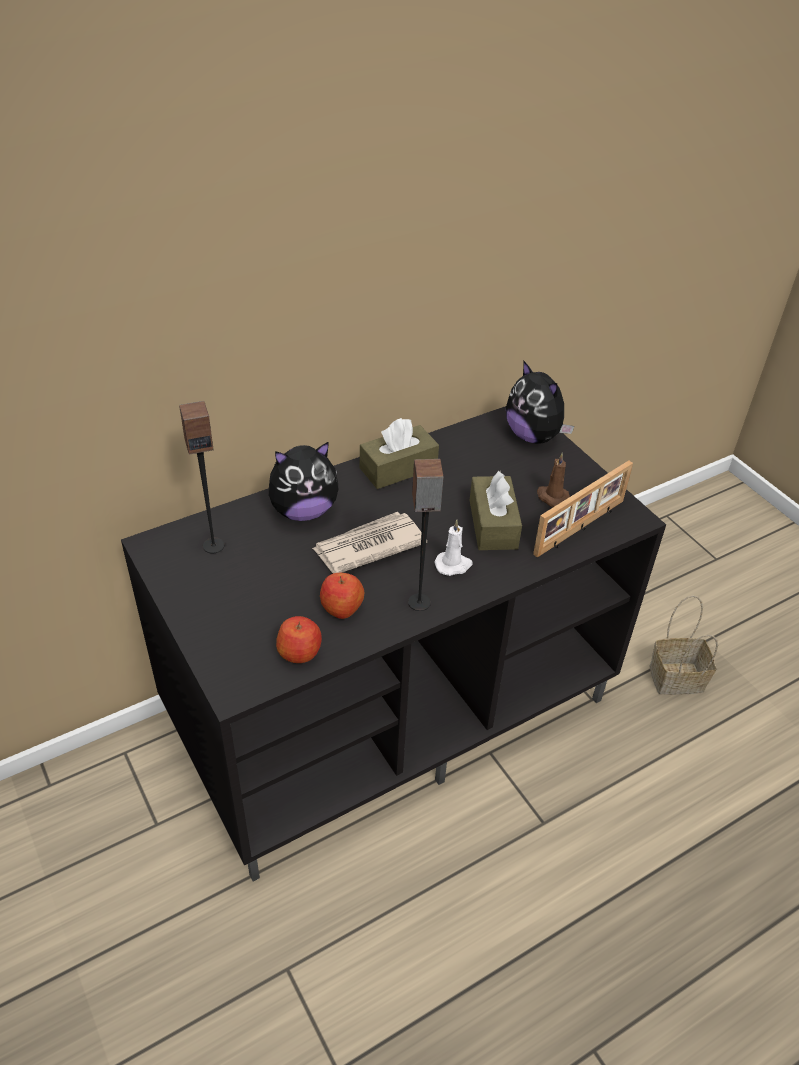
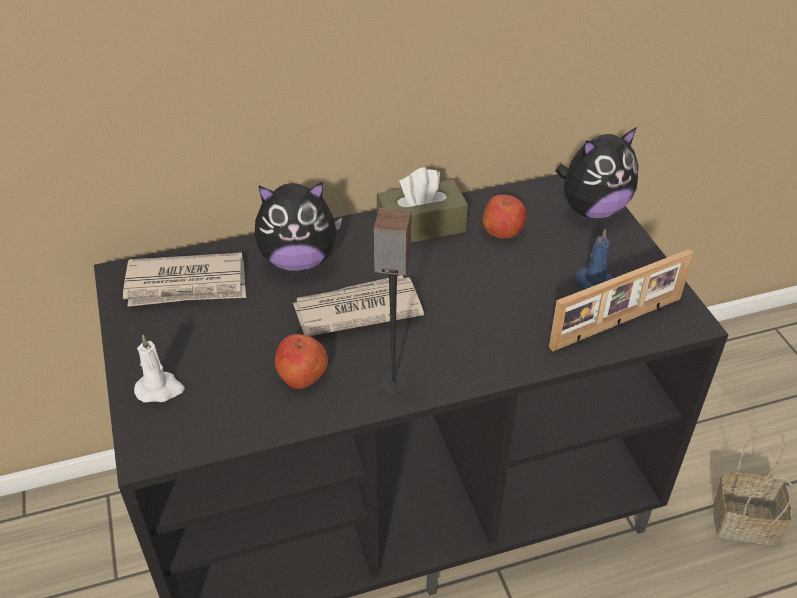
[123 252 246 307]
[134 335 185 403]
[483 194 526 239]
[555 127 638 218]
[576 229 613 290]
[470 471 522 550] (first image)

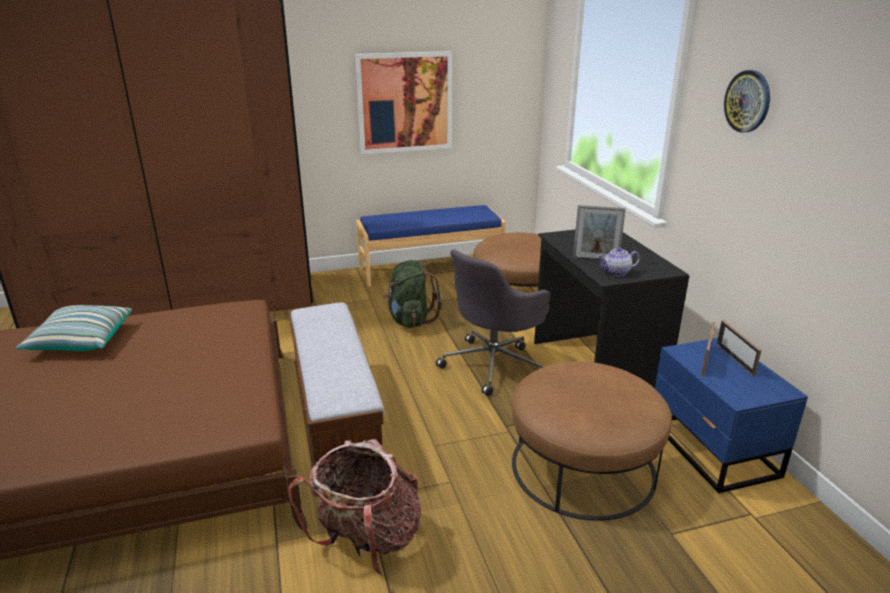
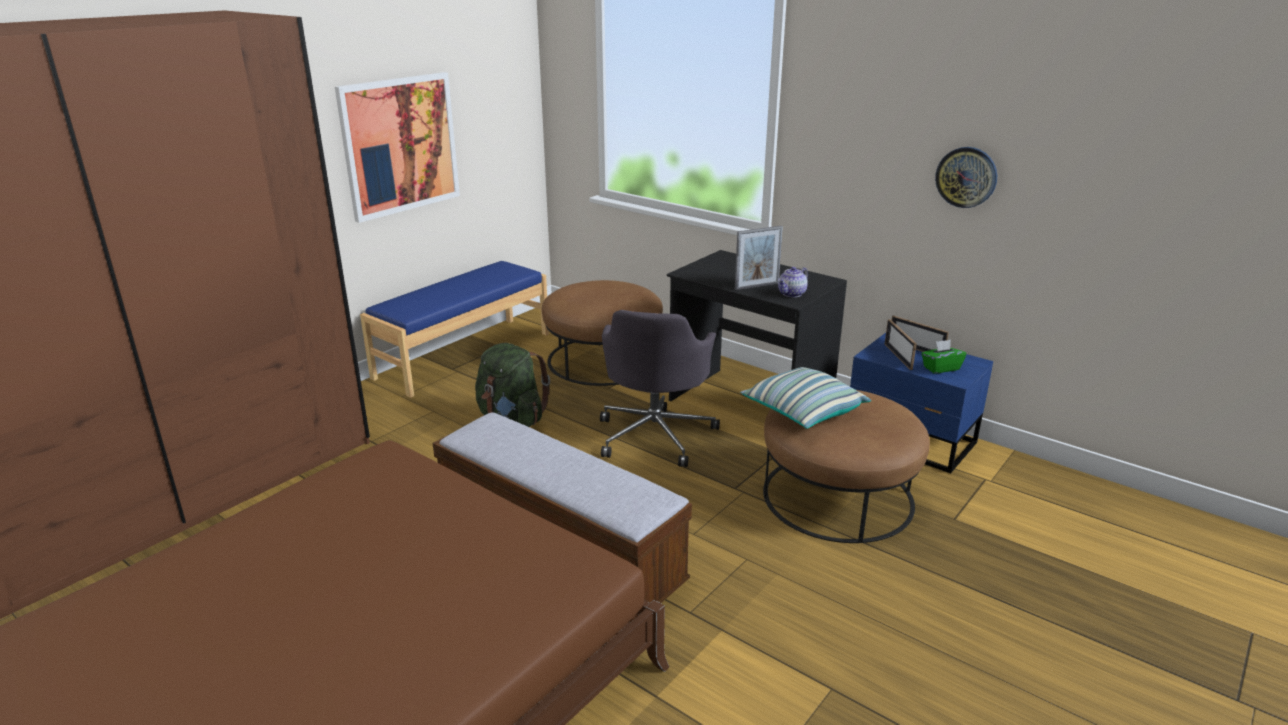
[740 367 871 429]
[921 340 967 374]
[935 147 997 208]
[288 439 421 575] (first image)

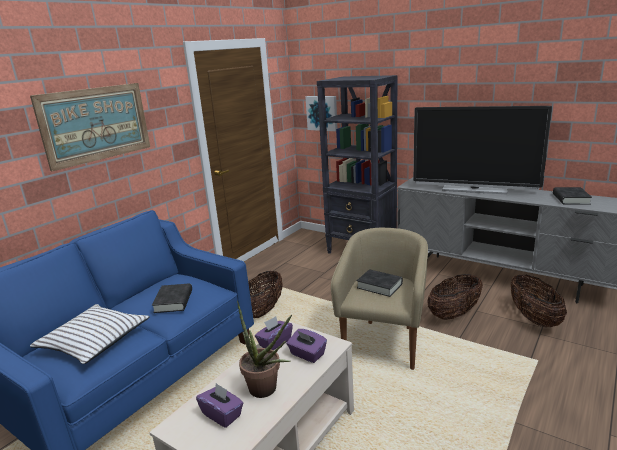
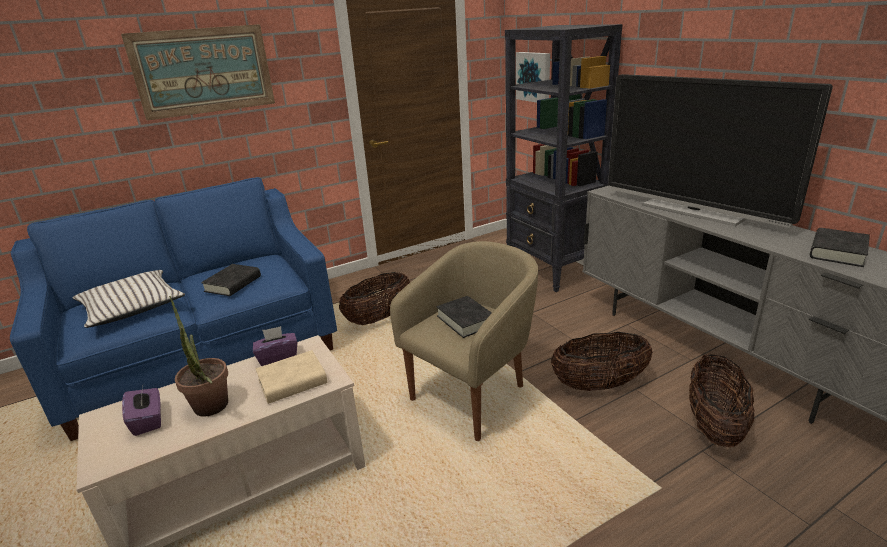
[256 350 327 404]

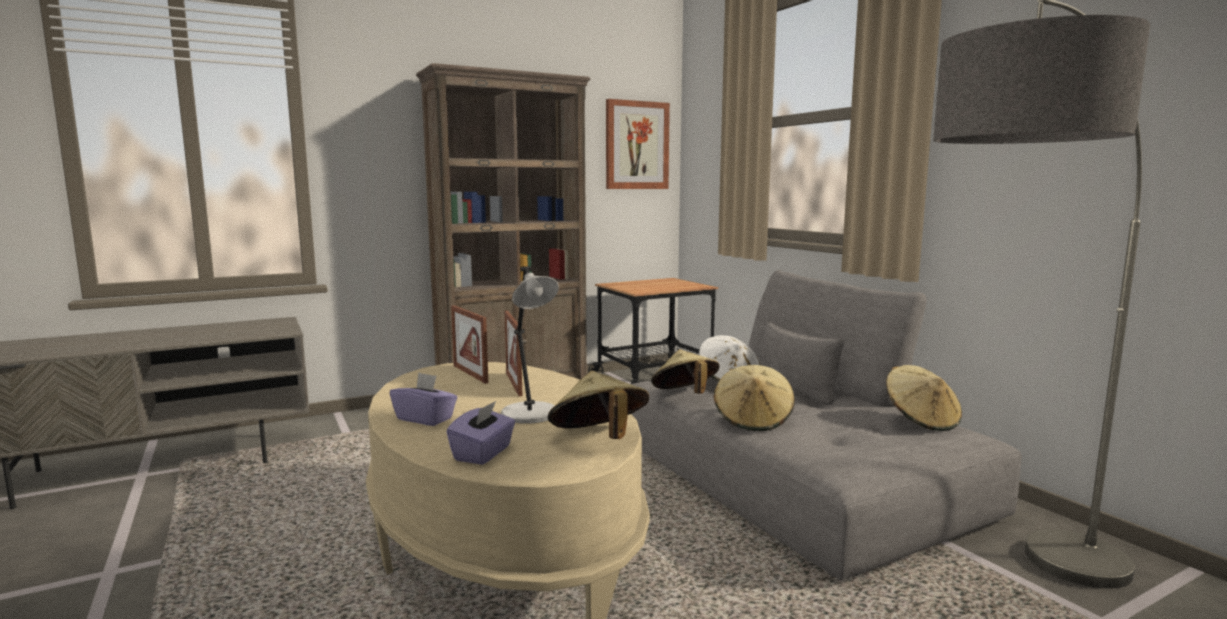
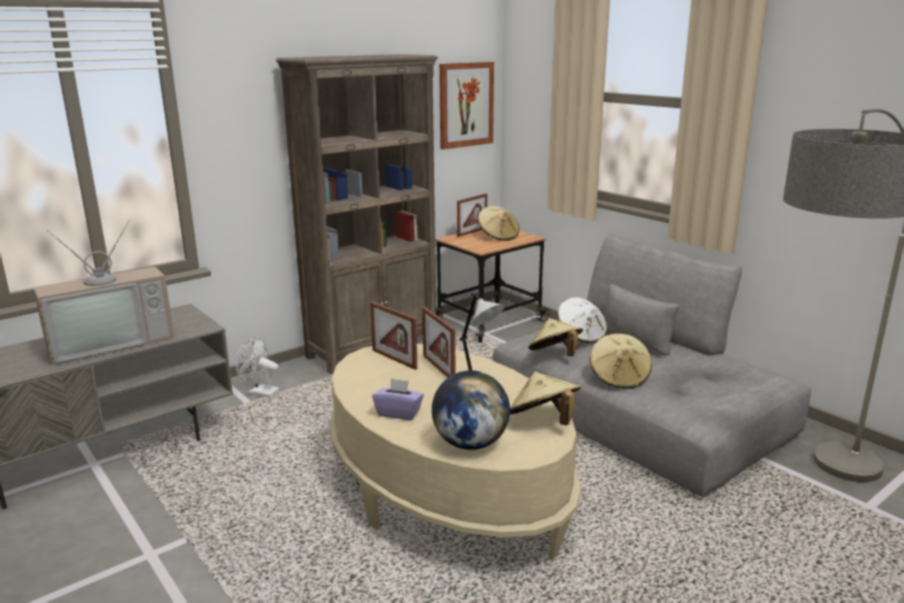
[33 219 175 365]
[235 337 279 397]
[432 370 510 450]
[457 194 487 237]
[478 206 519 241]

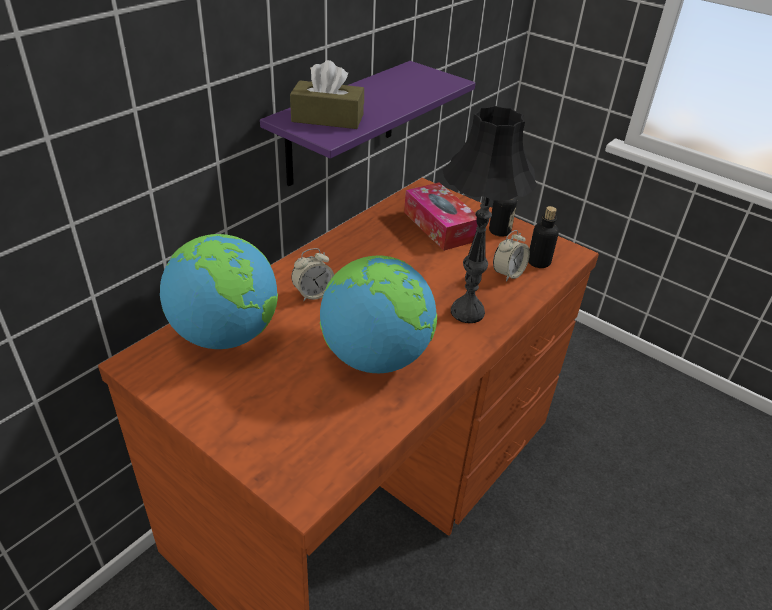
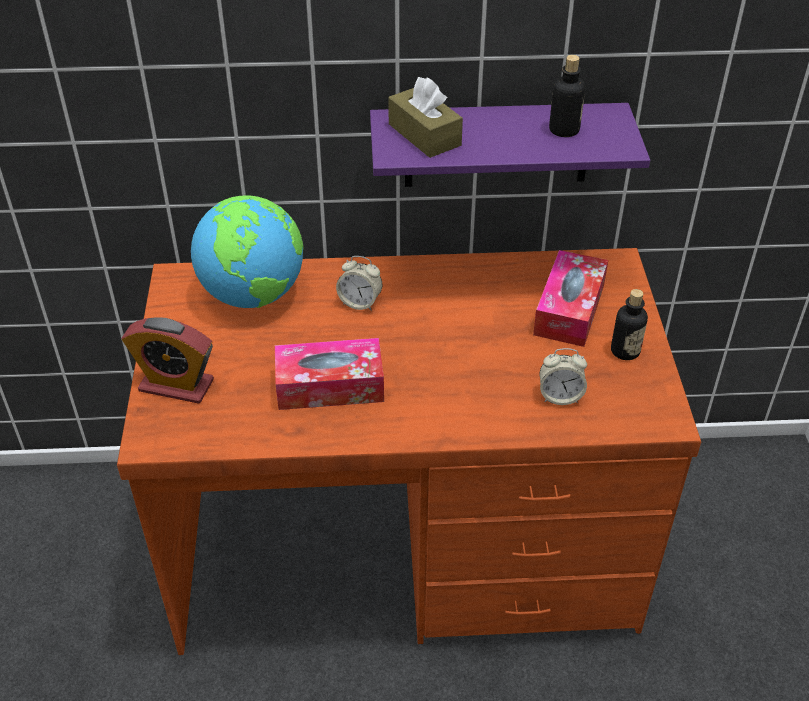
[121 317 214 404]
[275 338 384 410]
[549 55 585 137]
[442 106 537 323] (first image)

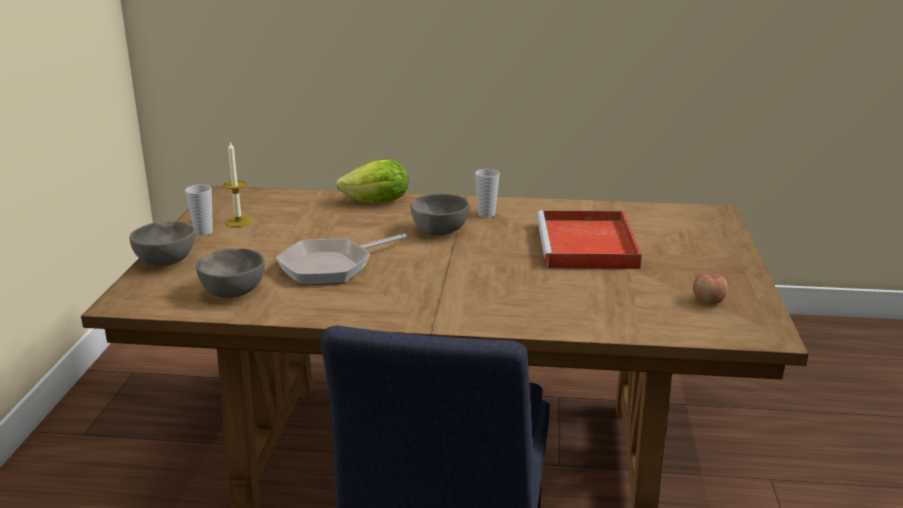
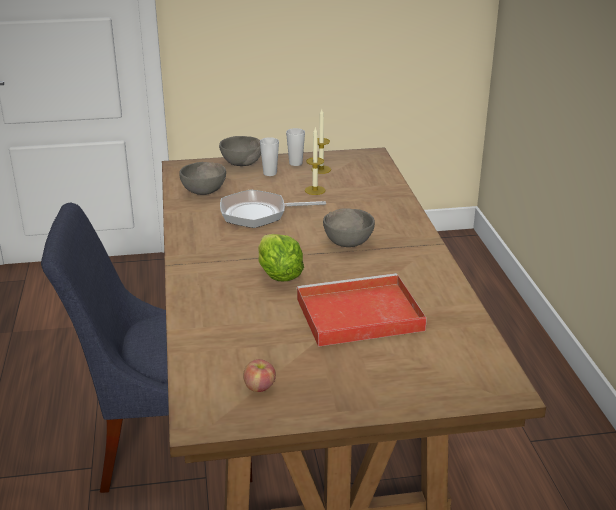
[220 189 326 228]
[258 234 304 281]
[260 137 279 176]
[305 126 325 195]

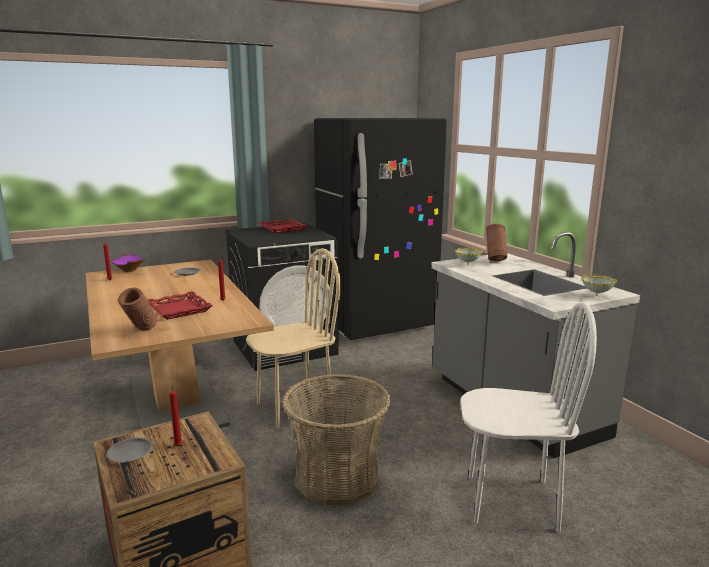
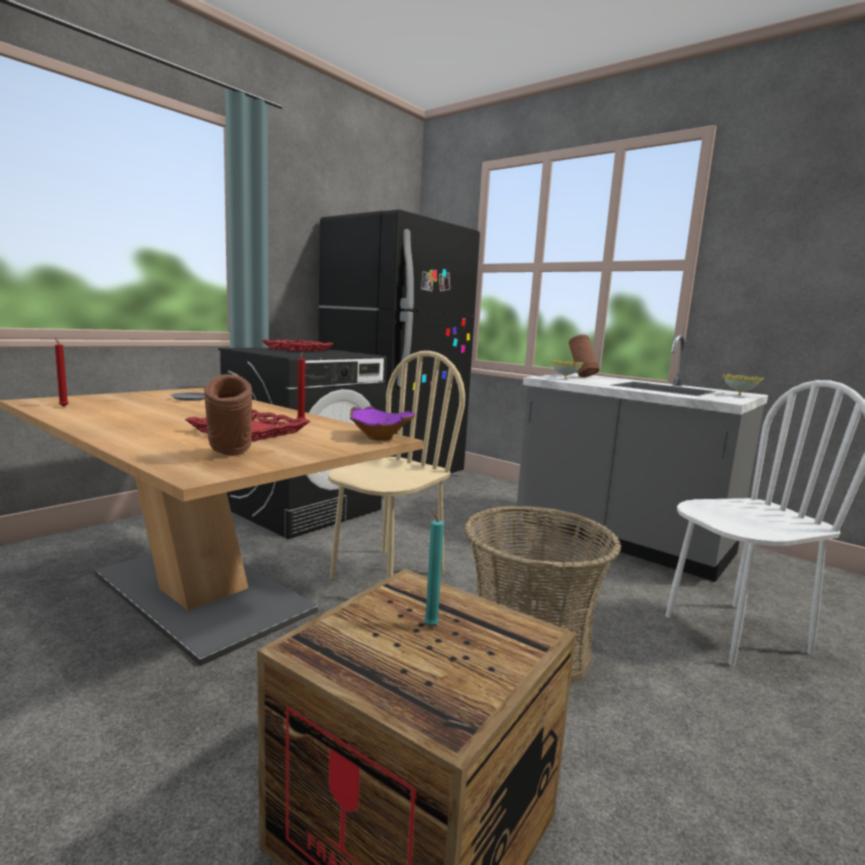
[350 406 415 441]
[424 507 444 626]
[106 437 153 463] (first image)

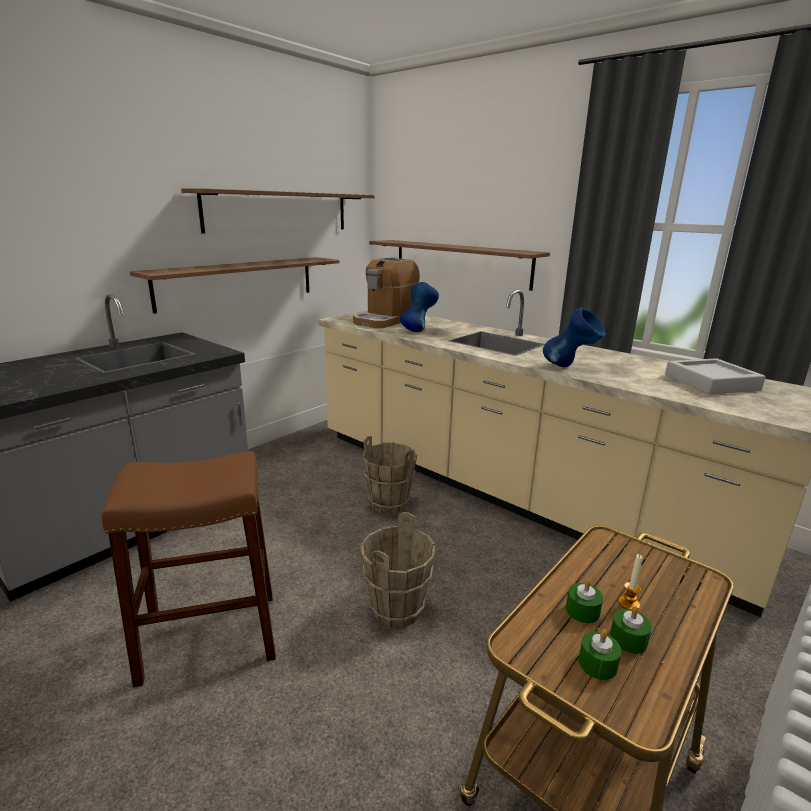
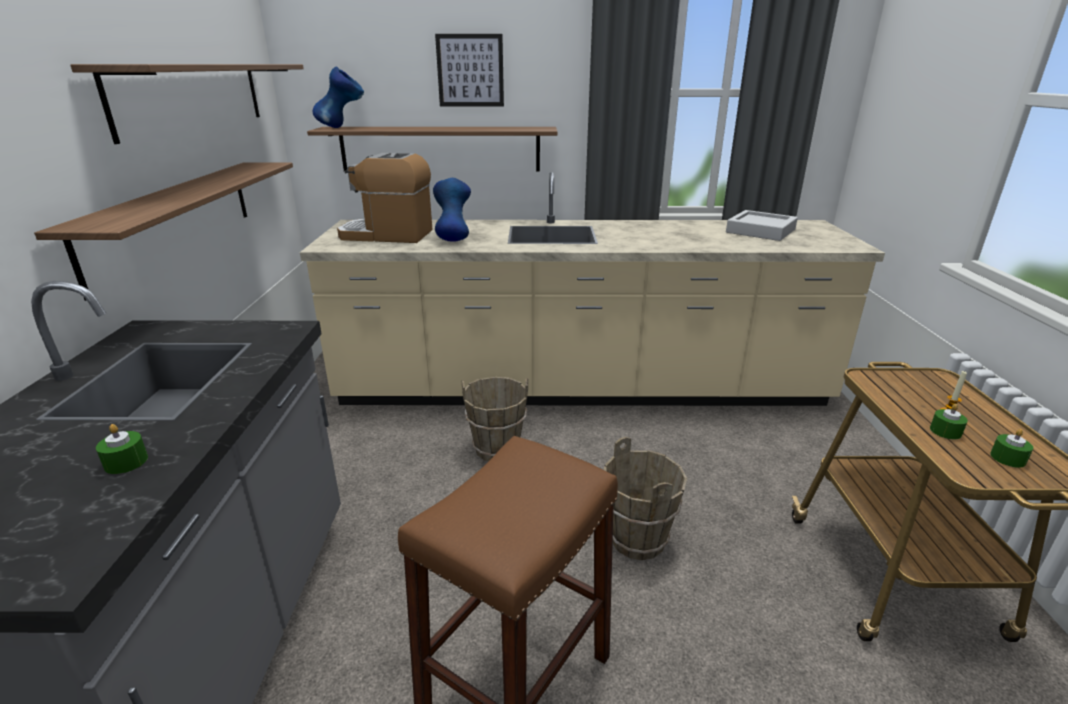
[96 424 148 474]
[313 67 364 128]
[337 153 433 243]
[435 34 504 107]

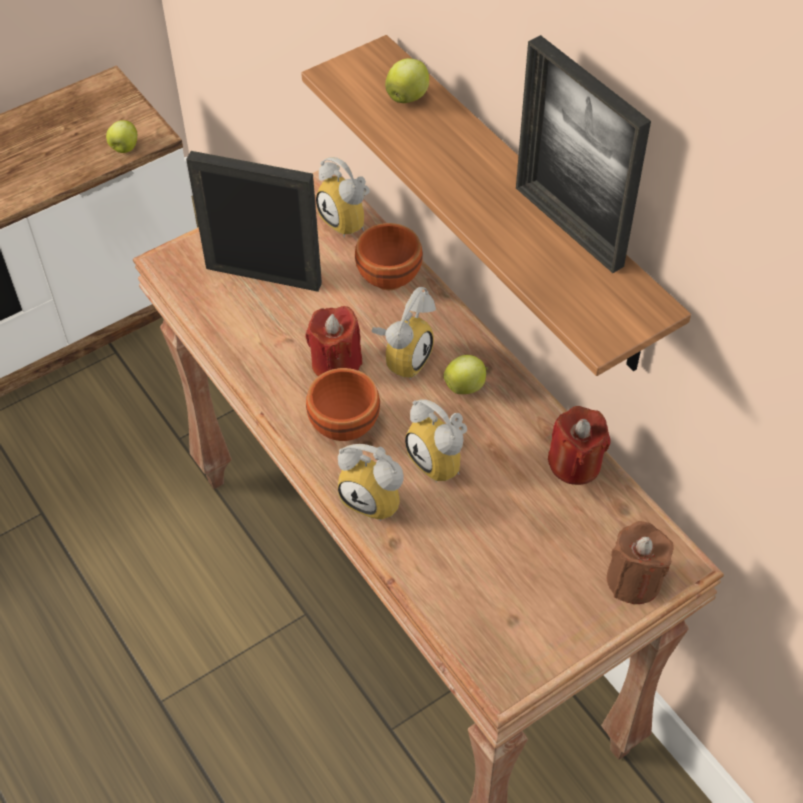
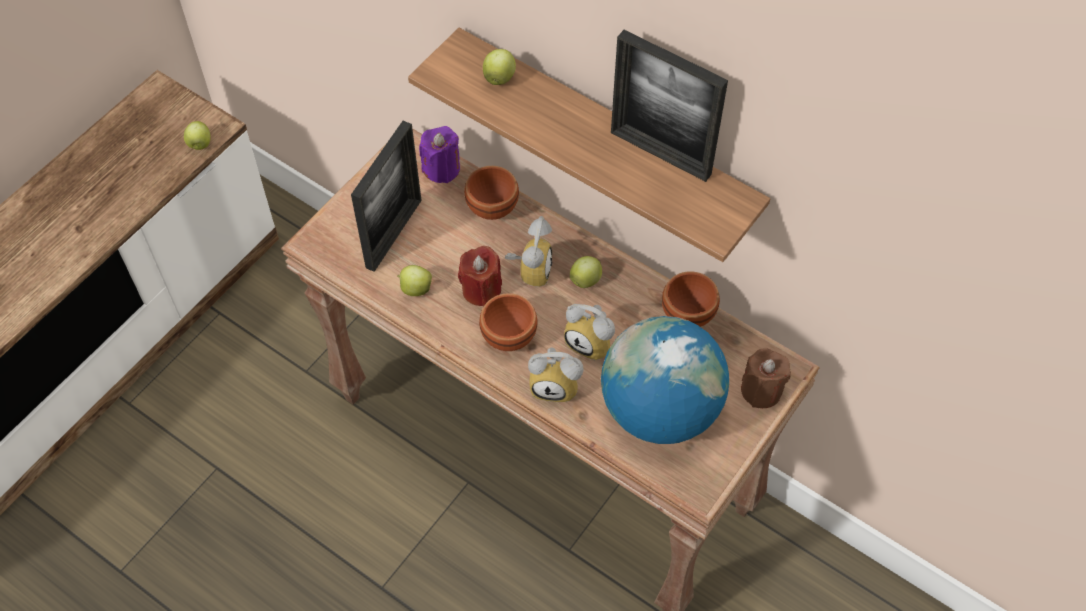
[351 121 422 272]
[397 265 432 296]
[419 126 460 183]
[601 316 729 444]
[662 271 720 327]

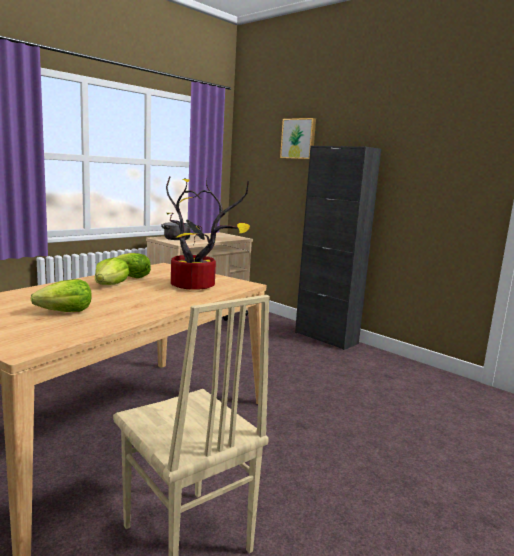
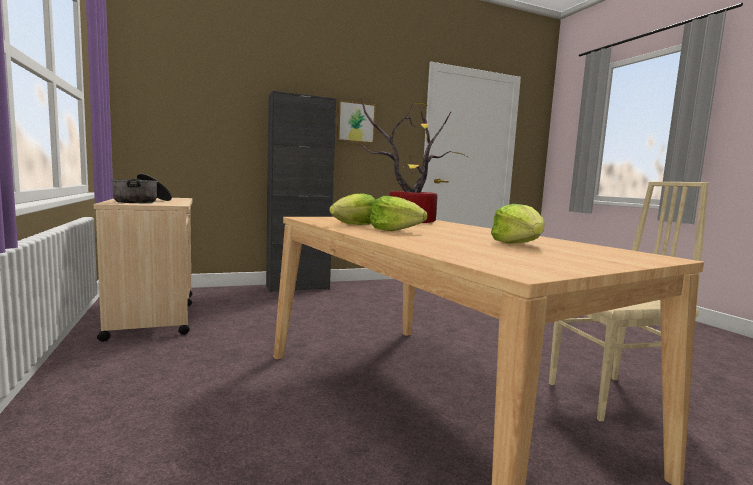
[337 100 376 144]

